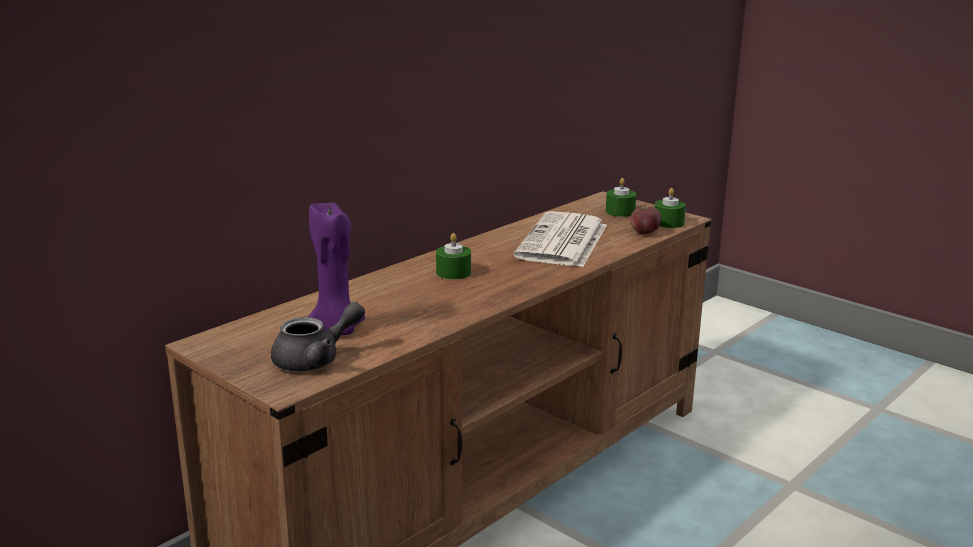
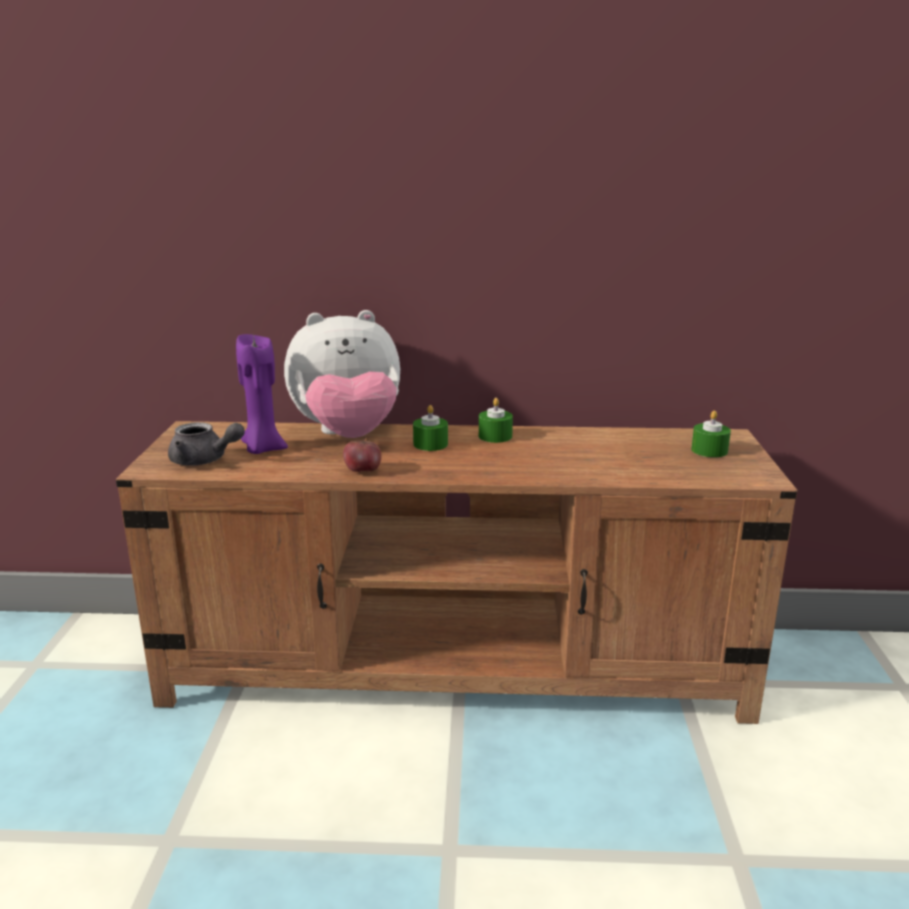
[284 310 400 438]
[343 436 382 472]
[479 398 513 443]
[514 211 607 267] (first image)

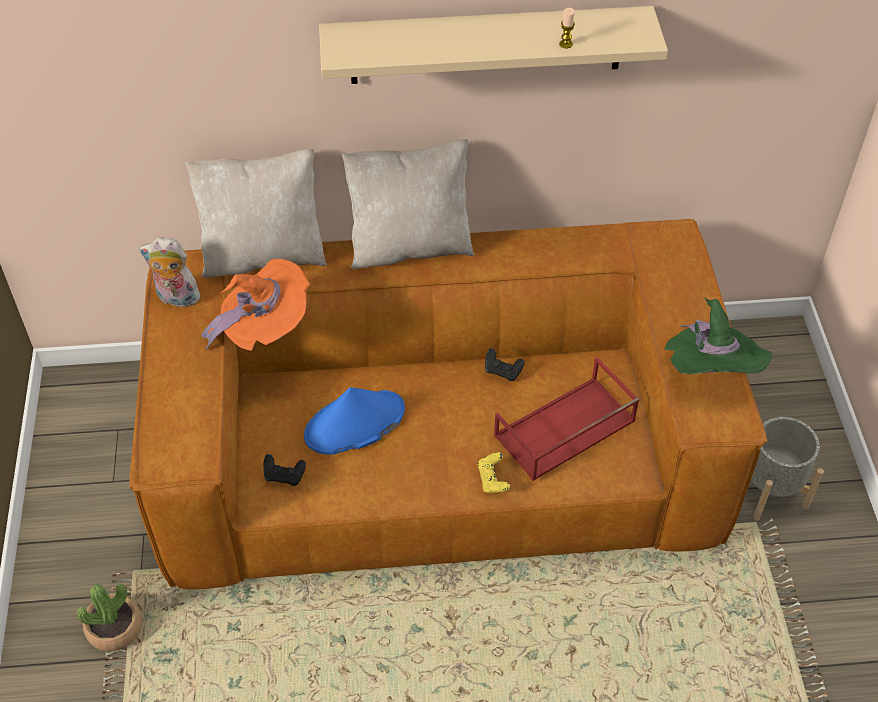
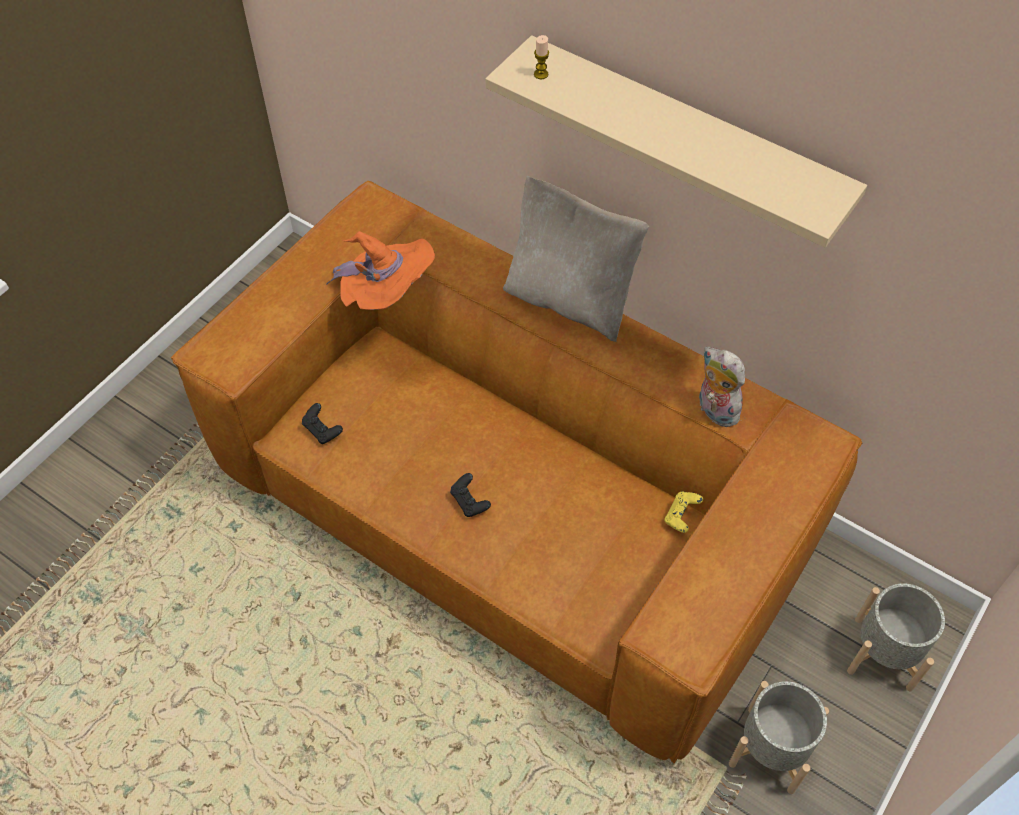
[450 473 491 517]
[534 35 549 79]
[664 491 703 533]
[699 347 745 427]
[847 583 945 691]
[77 584 142 652] (first image)
[185 149 327 278] (first image)
[304 387 405 455] (first image)
[494 357 639 481] (first image)
[664 298 772 374] (first image)

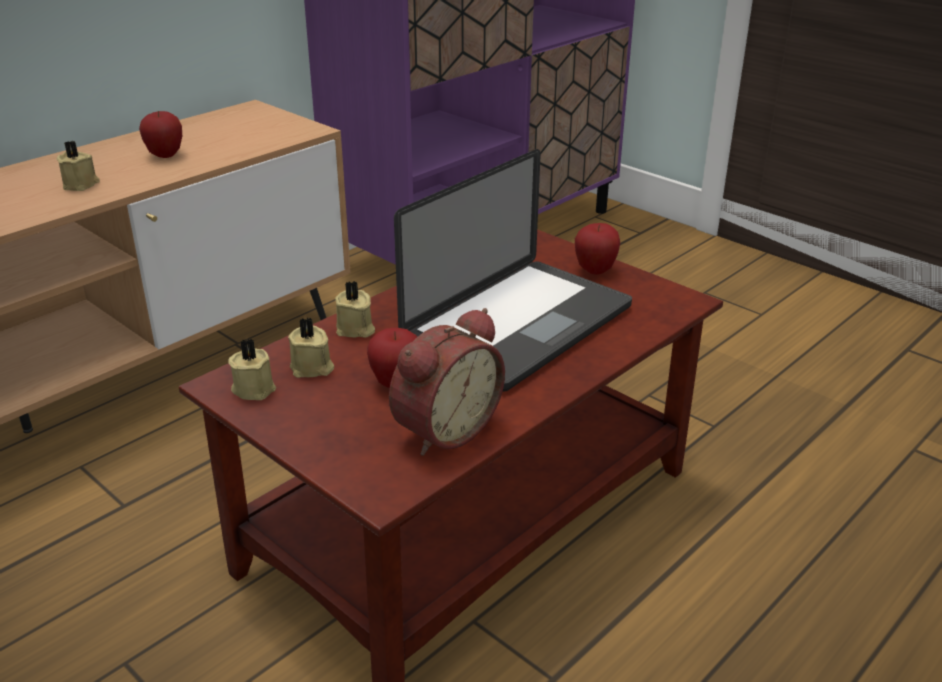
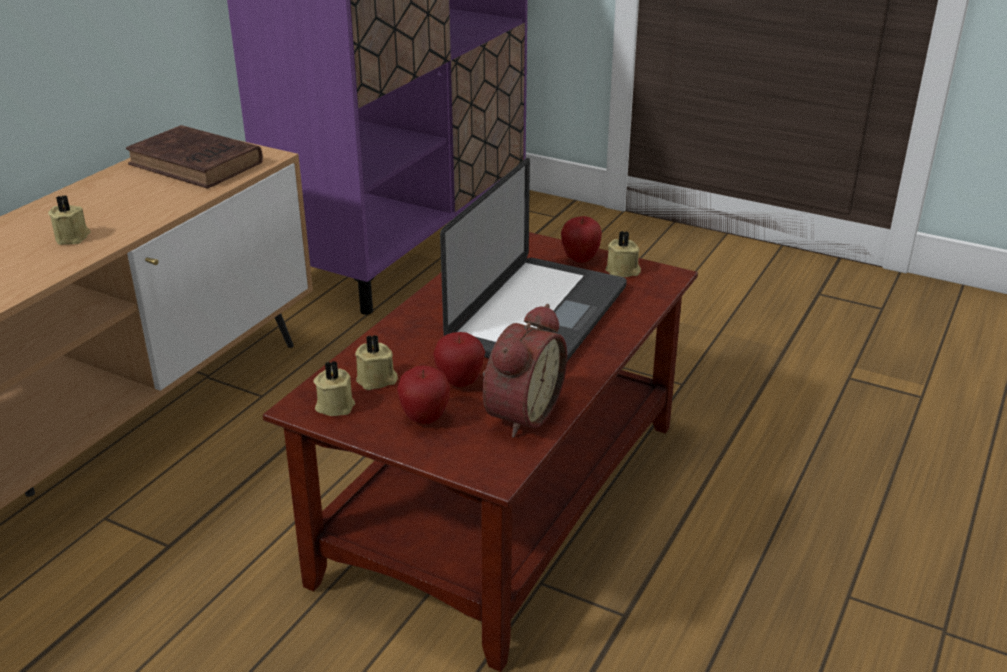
[126 125 263 188]
[397 365 450 424]
[606 231 641 277]

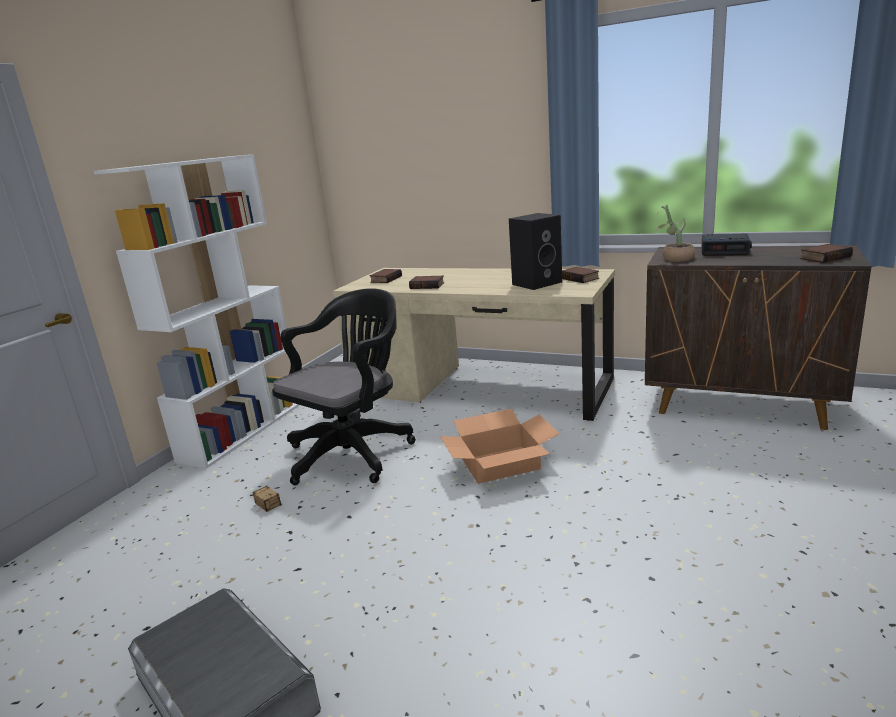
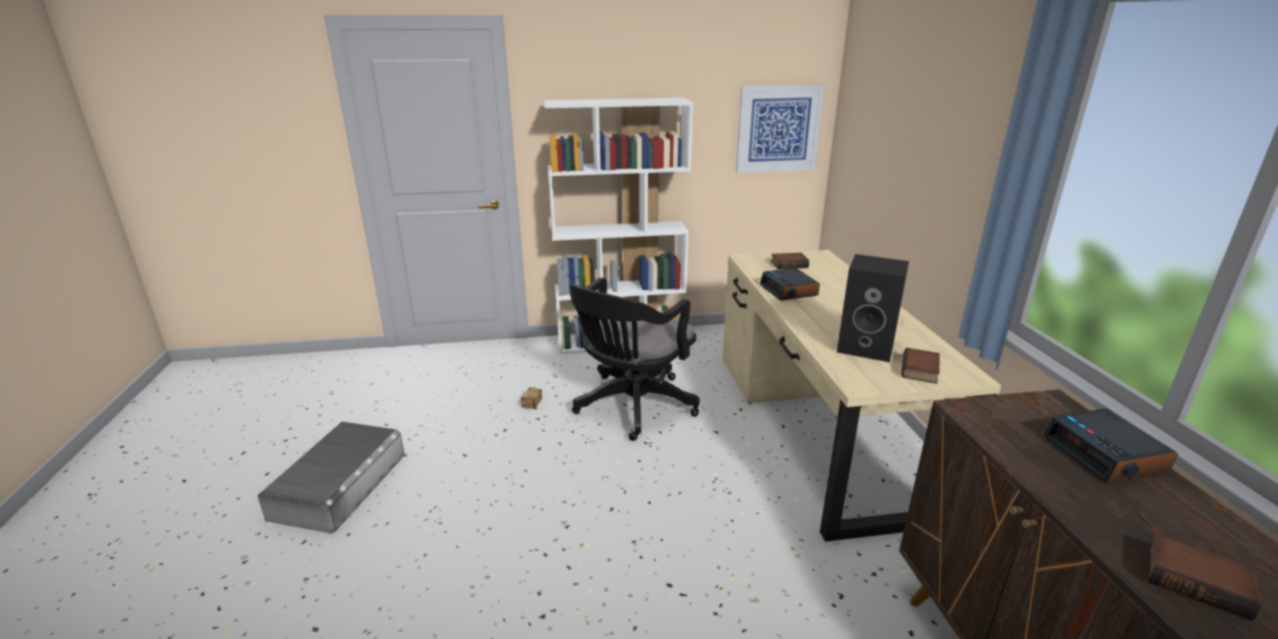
[569 278 700 441]
[736 84 825 173]
[760 268 820 301]
[440 409 559 484] (first image)
[656 205 695 262] (first image)

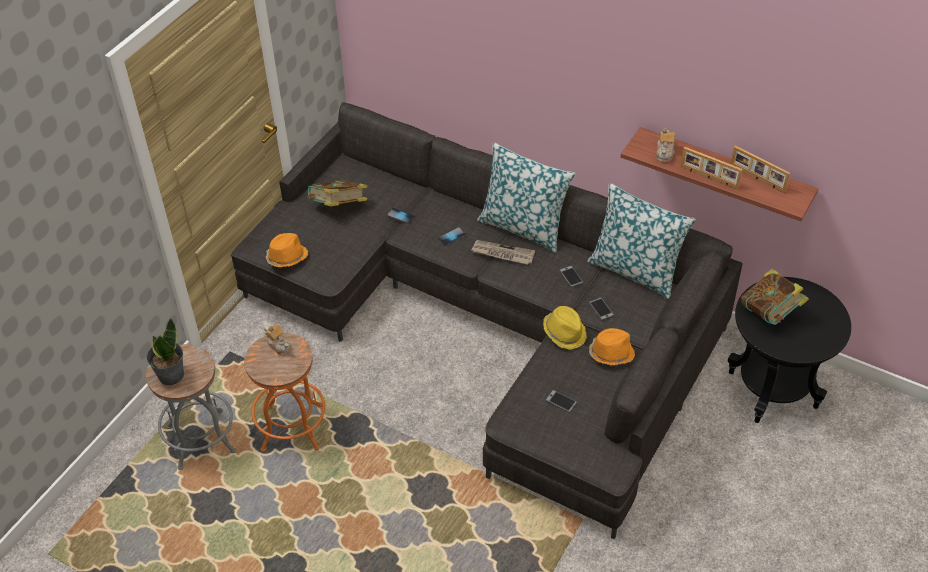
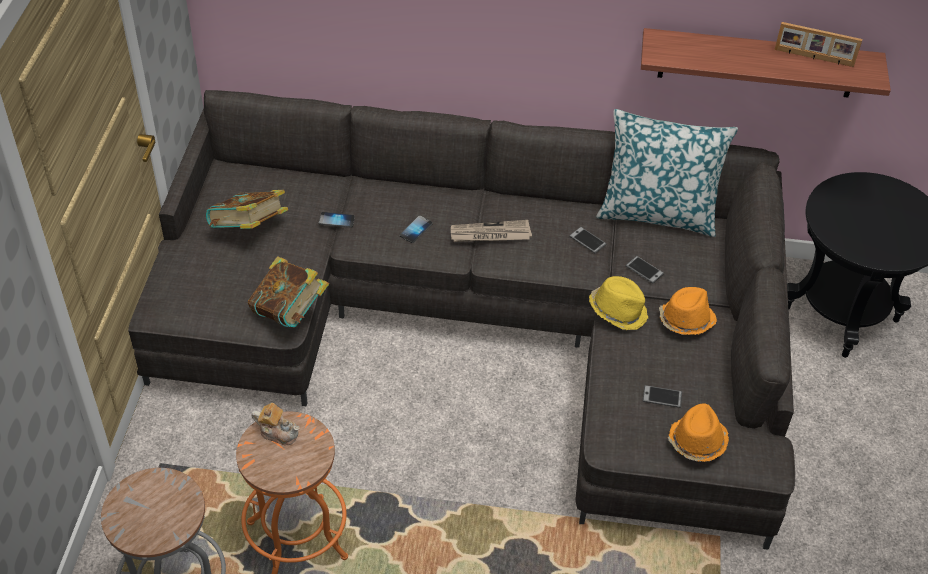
[248 256 329 328]
[668 403 729 462]
[147 318 184 385] (first image)
[477 142 575 253] (first image)
[656 128 675 163] (first image)
[681 147 743 189] (first image)

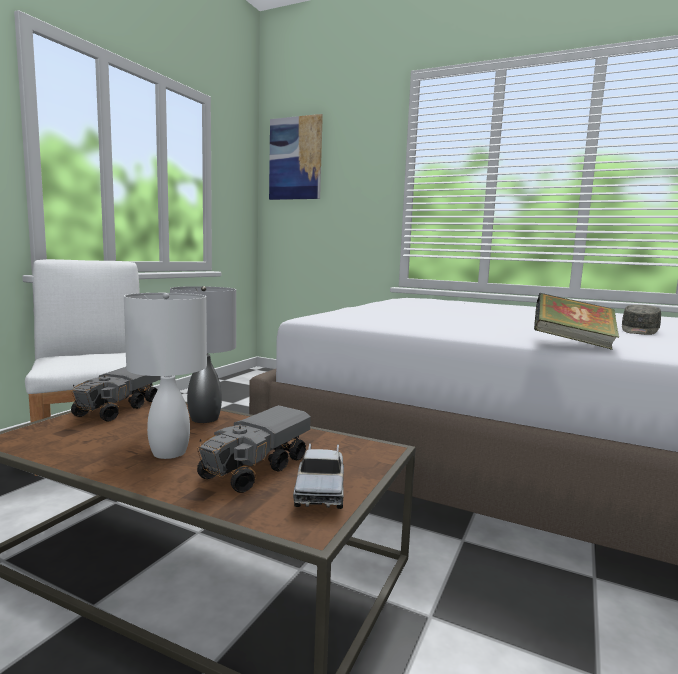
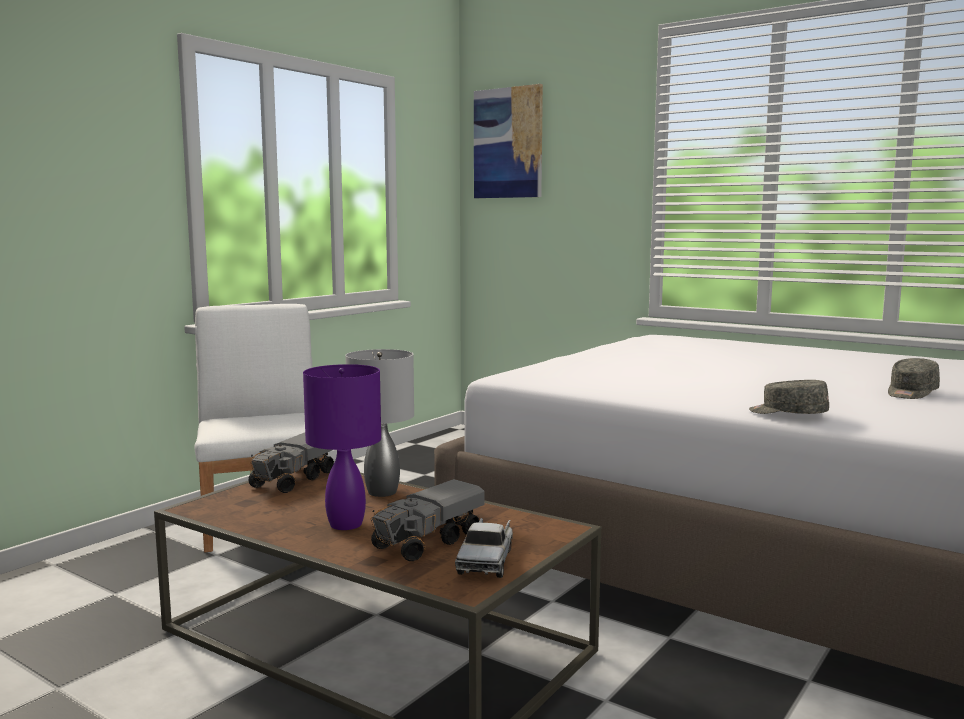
[303 364 381 530]
[749 380 829 414]

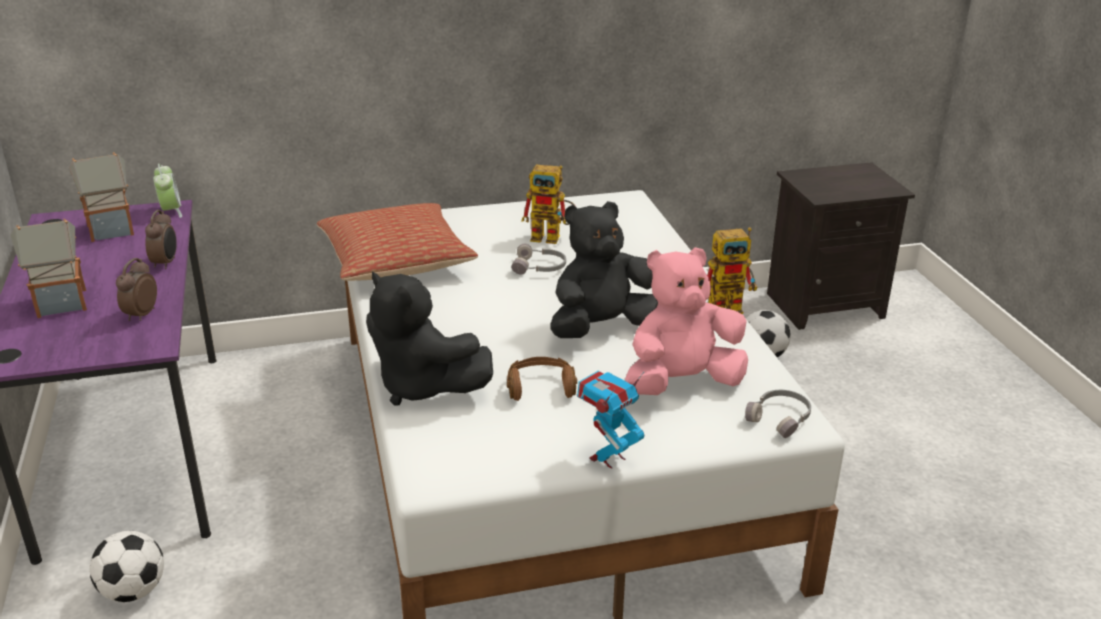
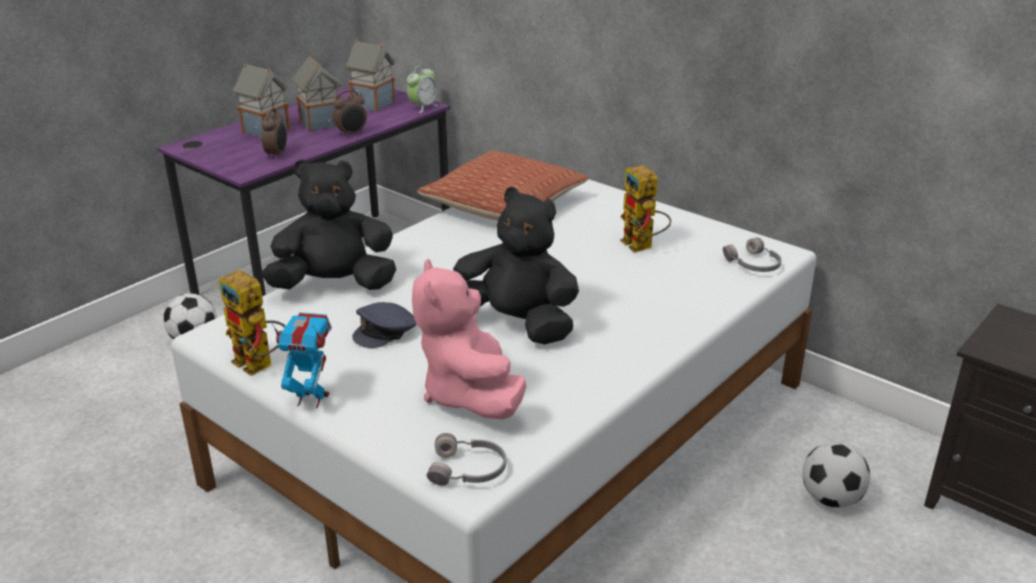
[219 270 286 376]
[262 108 287 159]
[262 159 396 290]
[292 55 341 132]
[352 302 416 348]
[412 259 527 419]
[723 237 782 272]

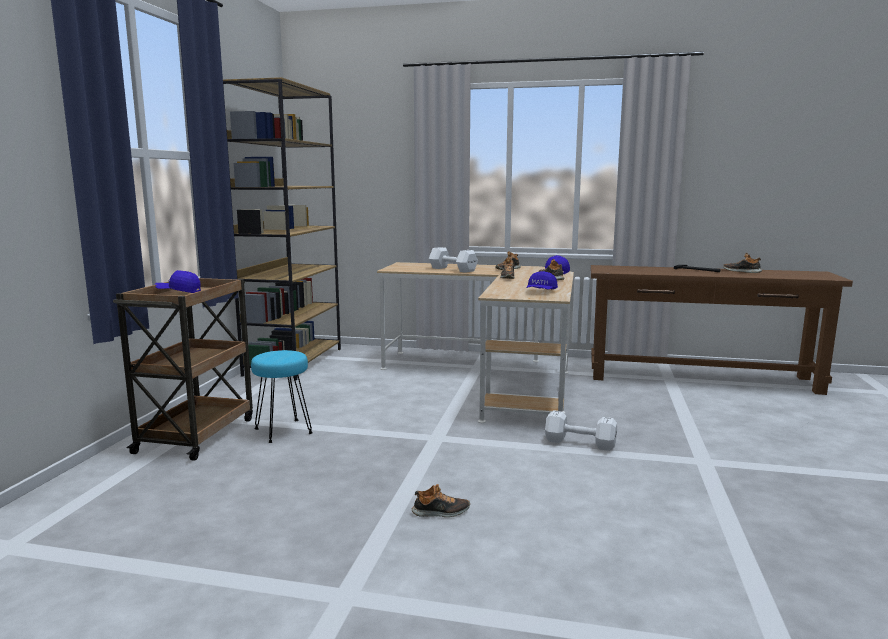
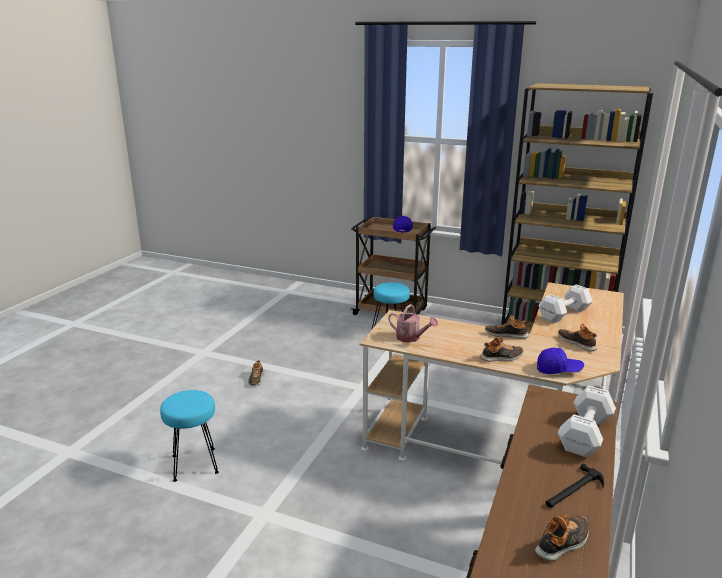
[160 390 219 482]
[388 304 438 343]
[557 386 616 458]

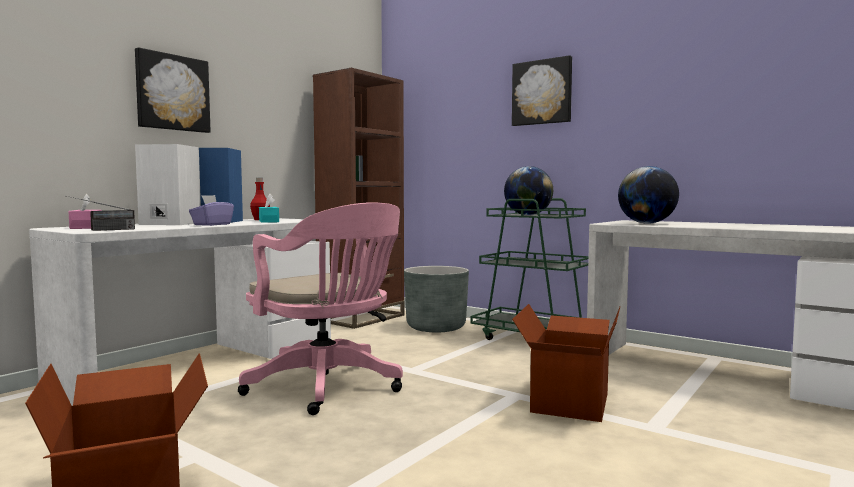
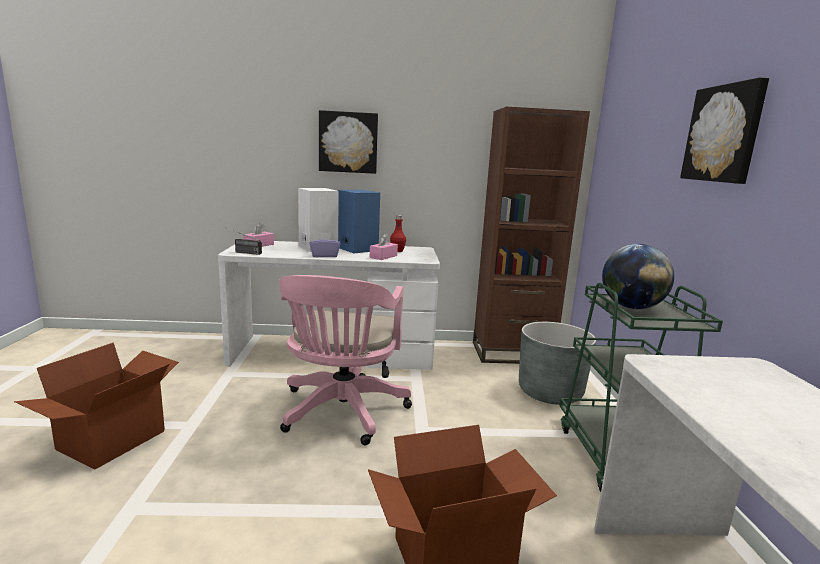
[370 233 398 260]
[618 166 679 224] (first image)

